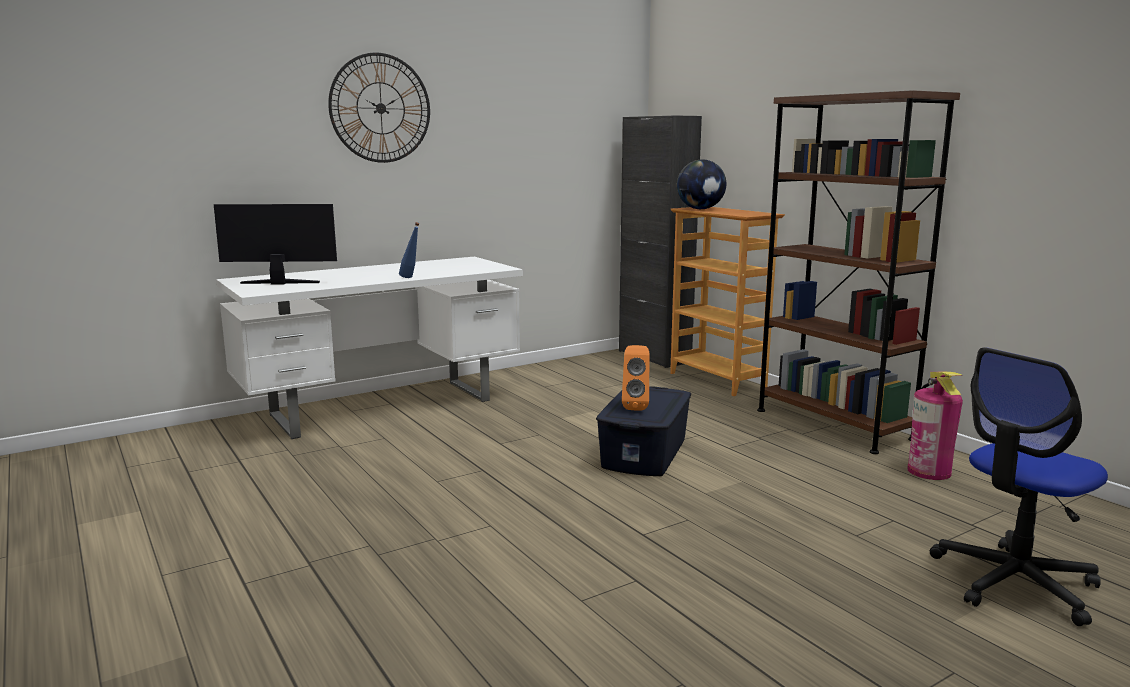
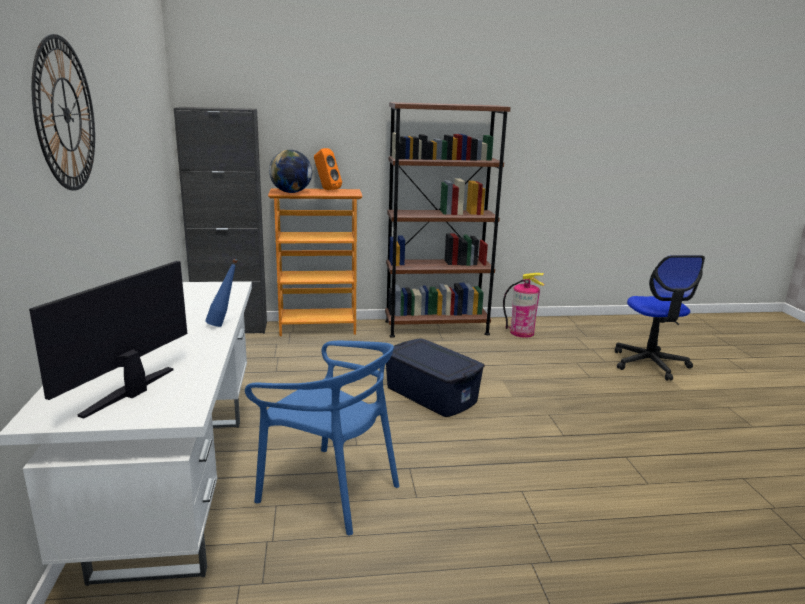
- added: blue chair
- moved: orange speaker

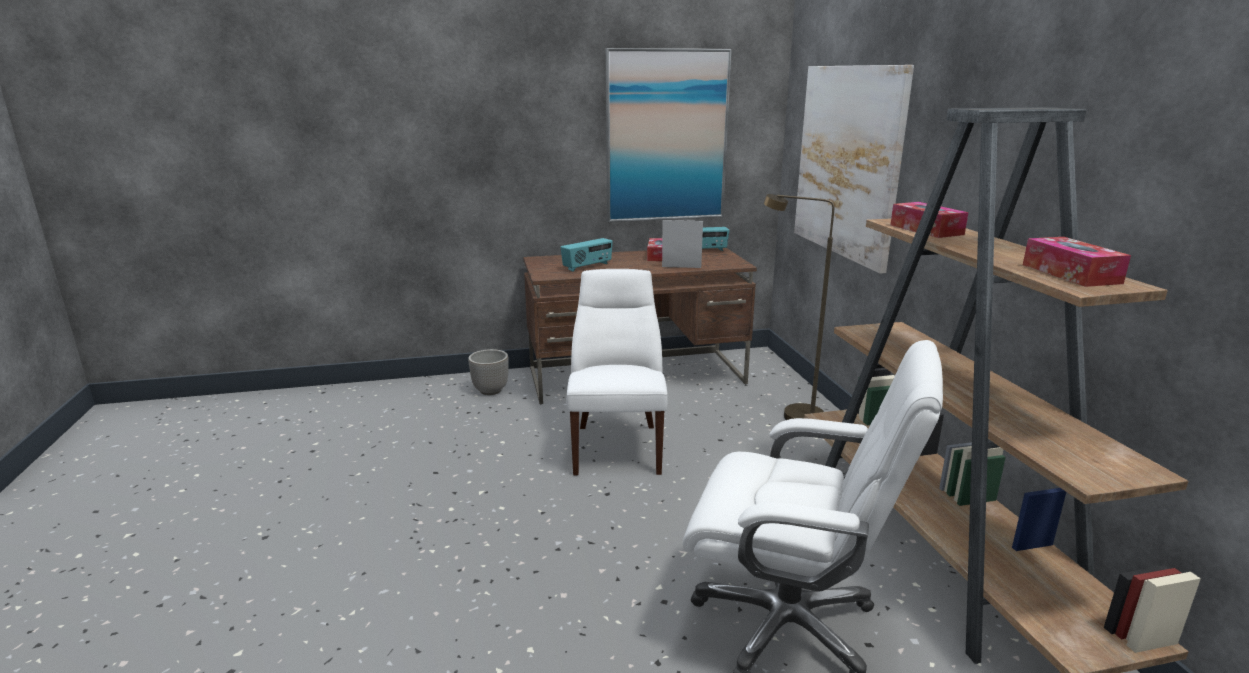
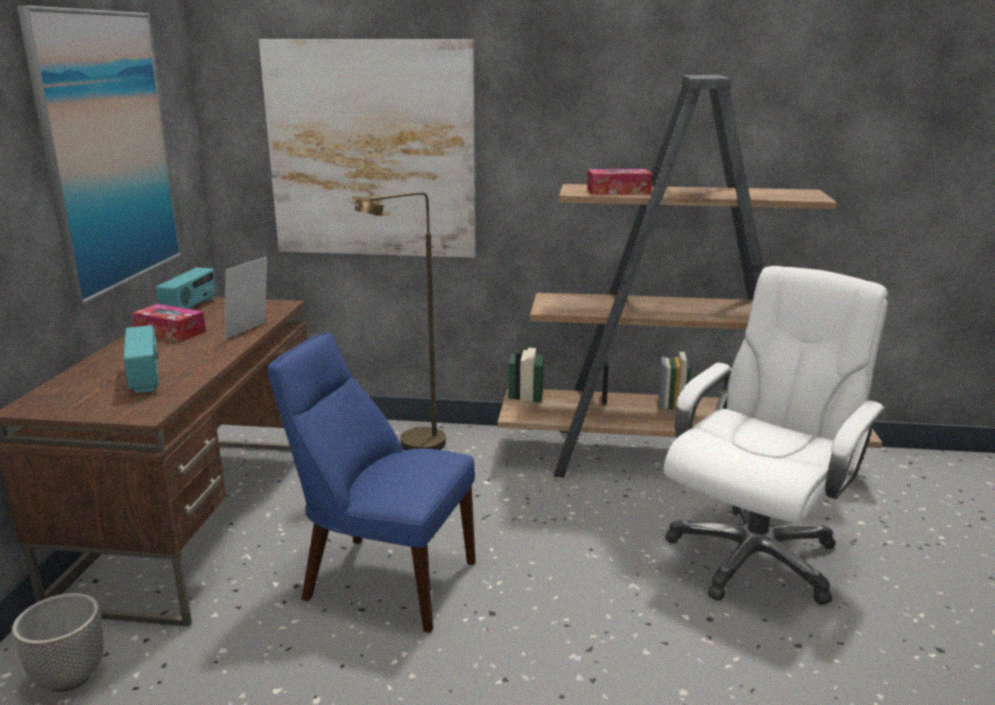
- removed: tissue box (3rd from left)
- recoloured: white chair to blue chair

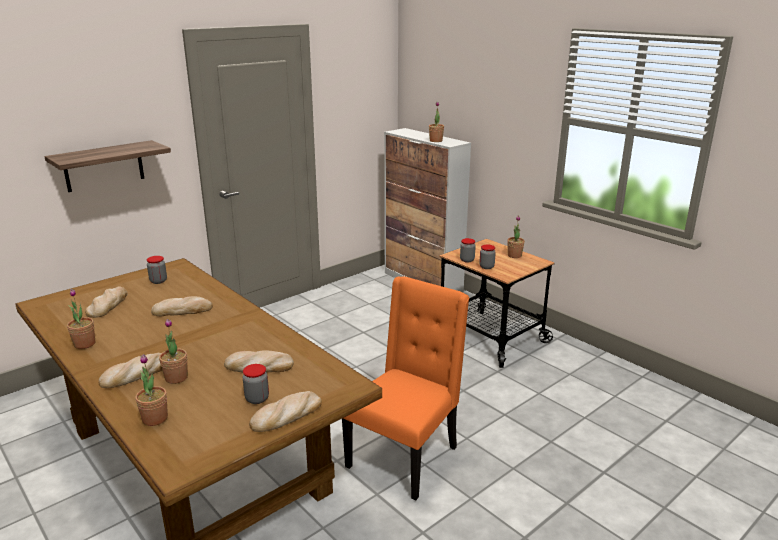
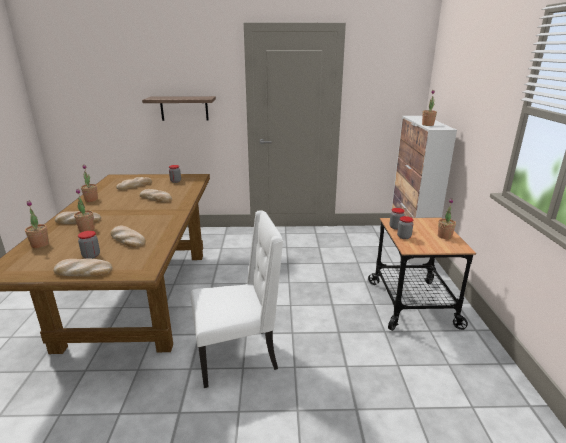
- recoloured: orange chair to white chair

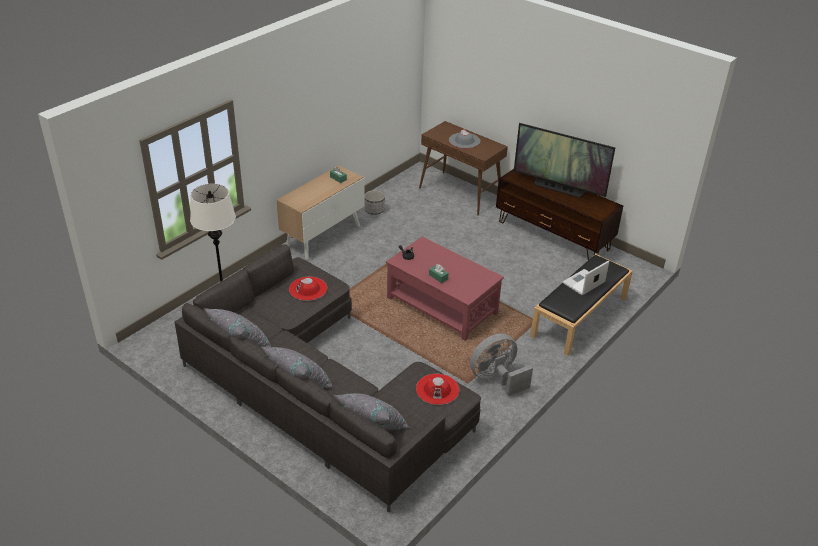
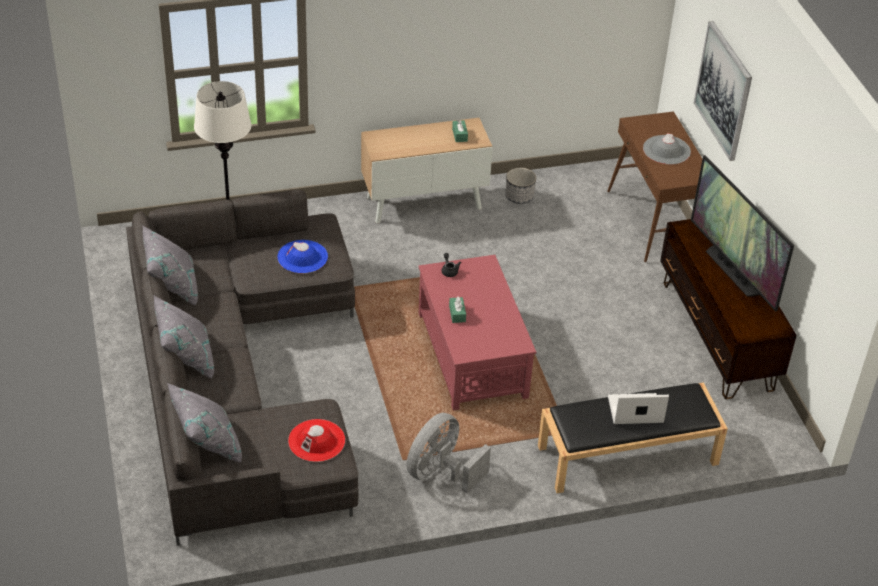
- added: picture
- recoloured: red hat (1st from left) to blue hat
- turned: grey fan 60 degrees counterclockwise

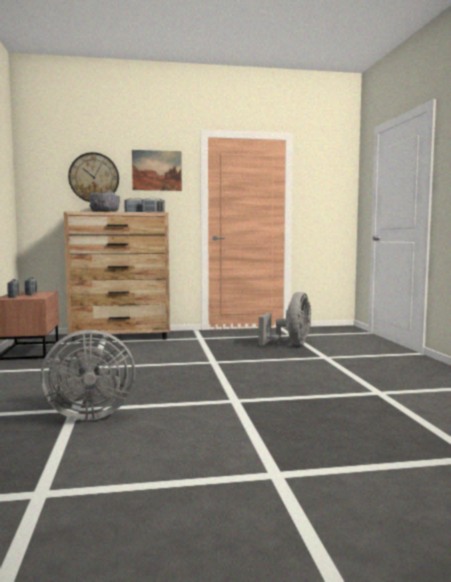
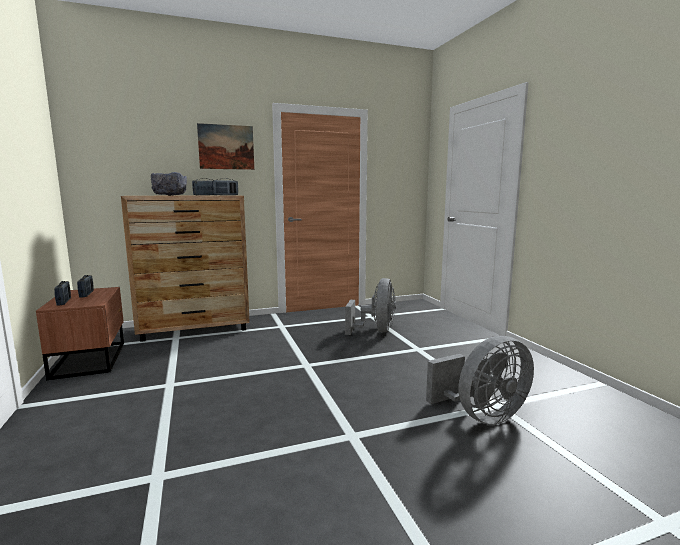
- removed: wall clock
- moved: grey fan (1st from left in the first image) to grey fan (2nd from left)

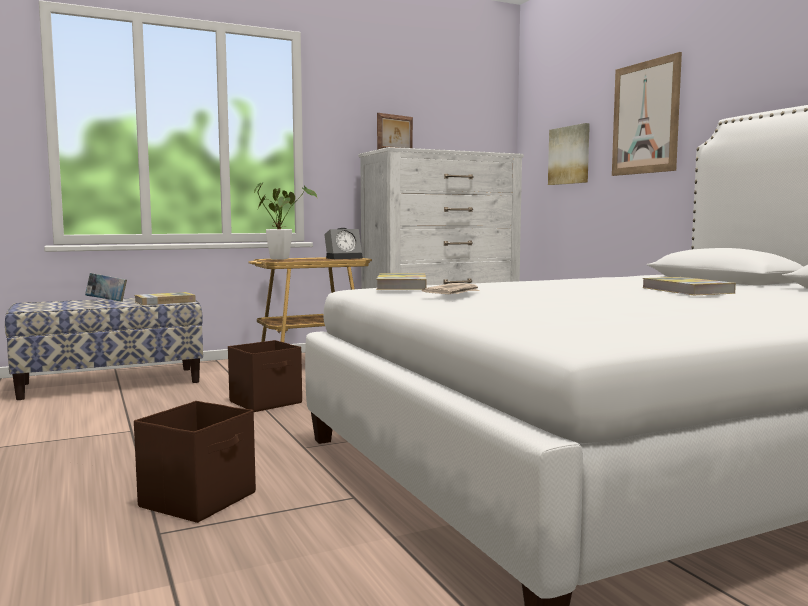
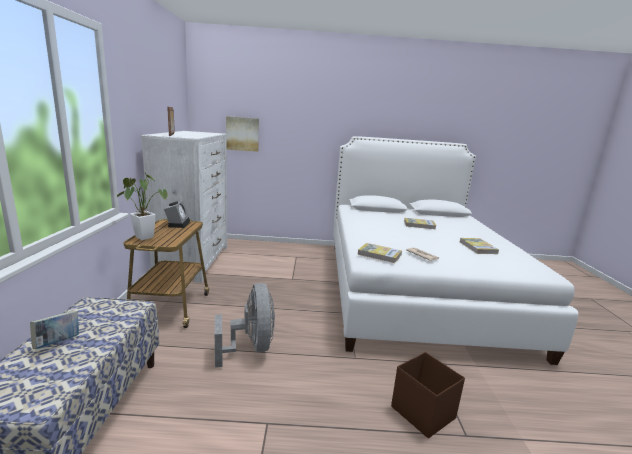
- removed: picture (2nd from left)
- moved: book (2nd from left in the first image) to book (4th from left)
- replaced: brown storage box (2nd from left) to grey fan

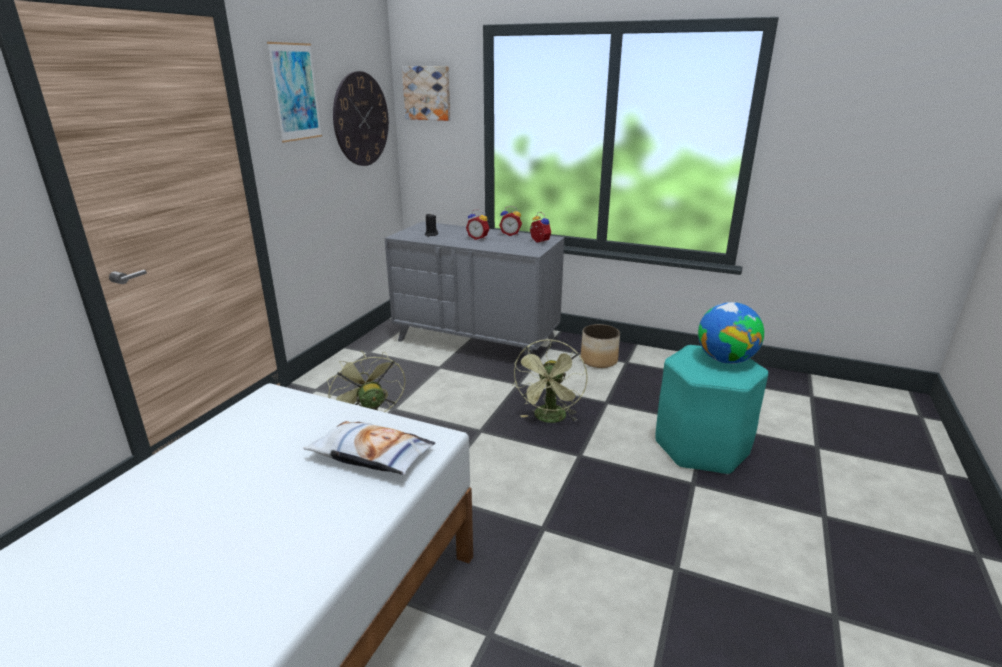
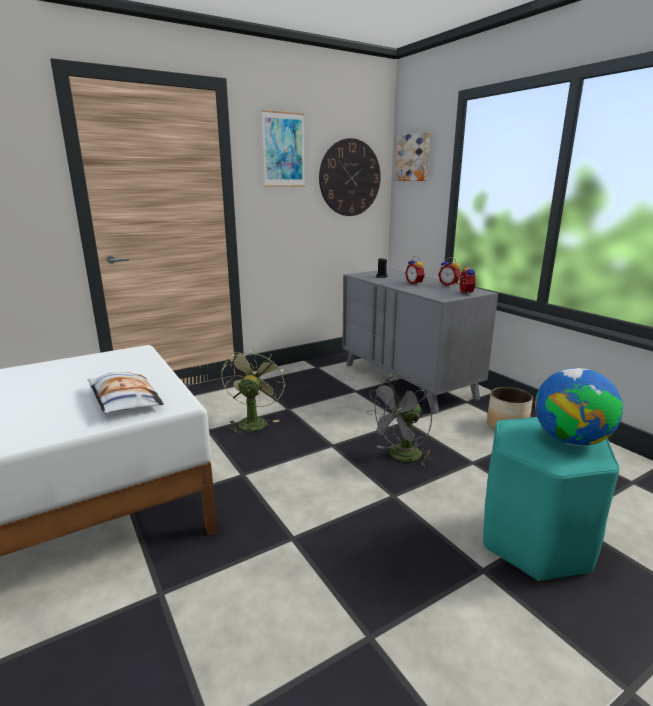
- recoloured: green fan (2nd from left) to grey fan

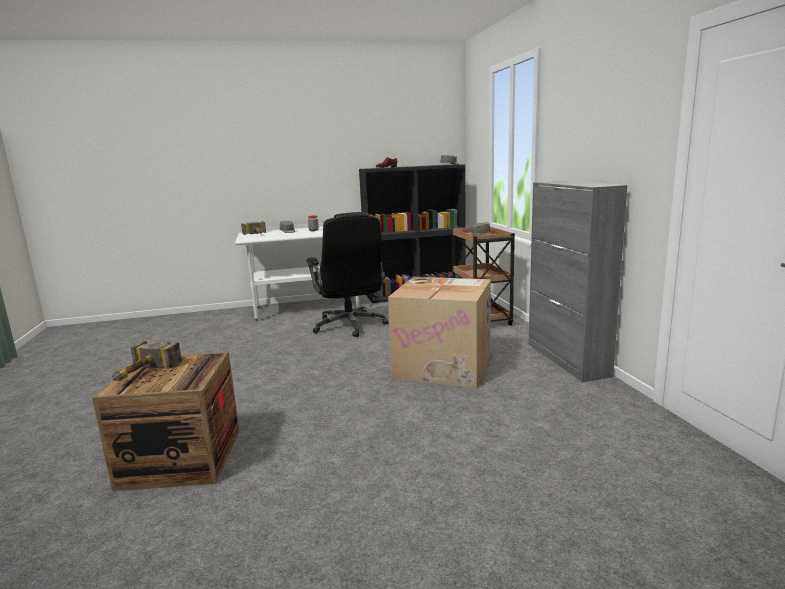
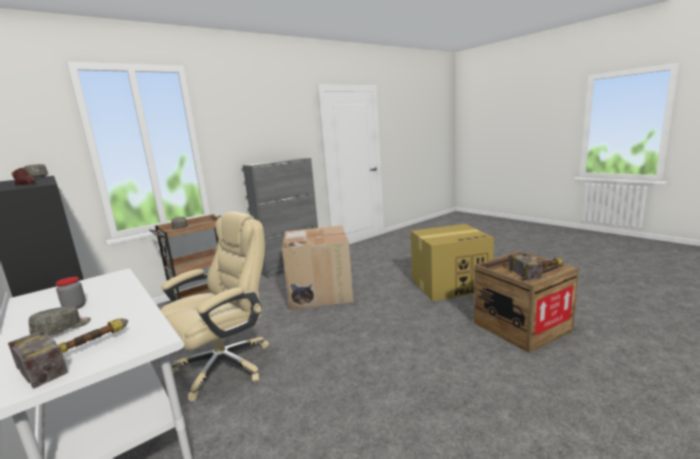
- added: cardboard box (2nd from left)
- recoloured: black office chair to beige office chair

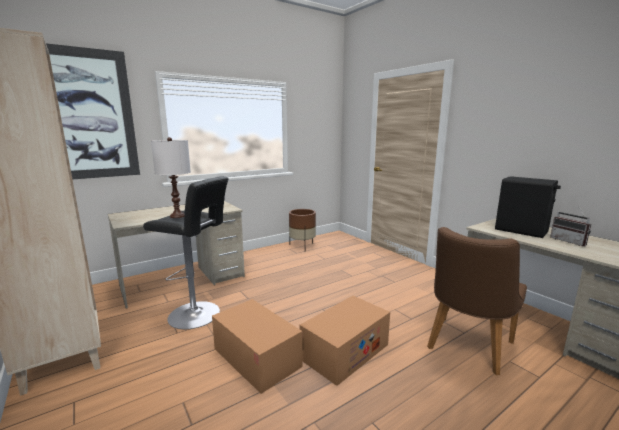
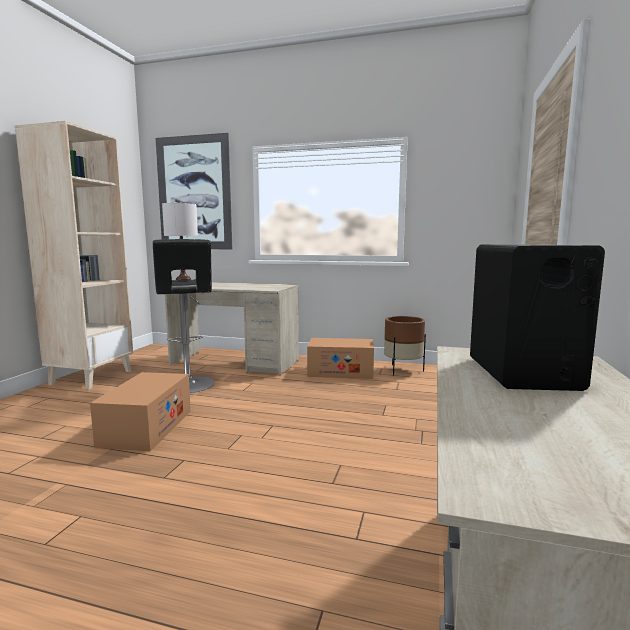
- removed: brown chair
- removed: radio
- moved: cardboard box (2nd from left)

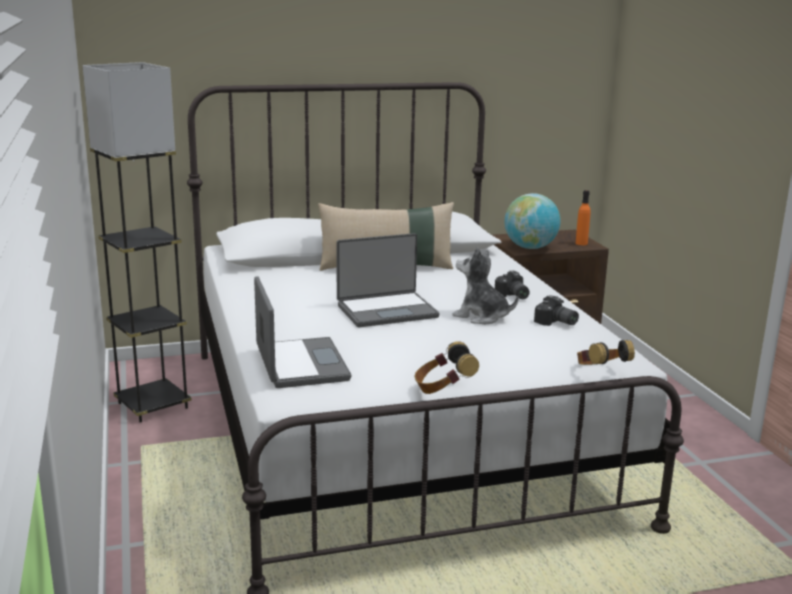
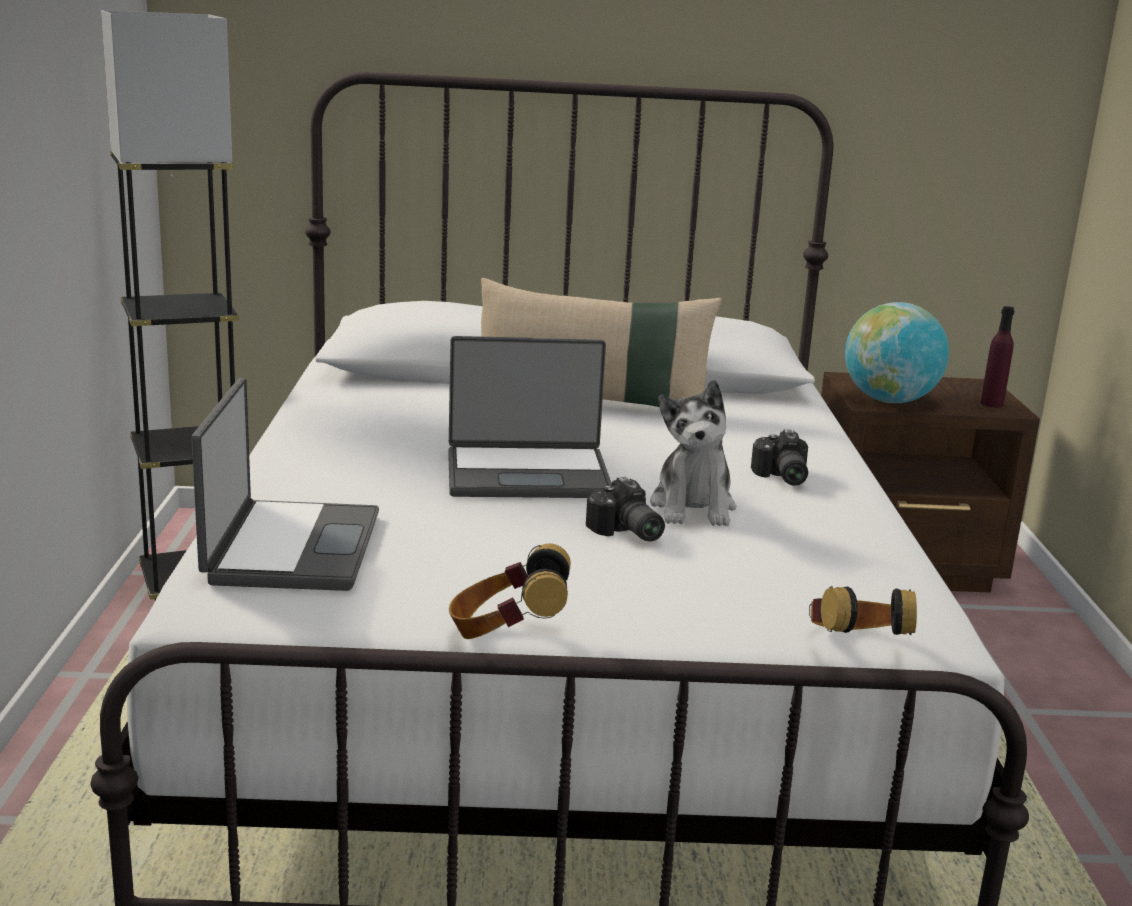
- moved: photo camera (2nd from left in the first image) to photo camera (1st from left)
- recoloured: orange bottle to purple bottle
- turned: plush toy 135 degrees counterclockwise

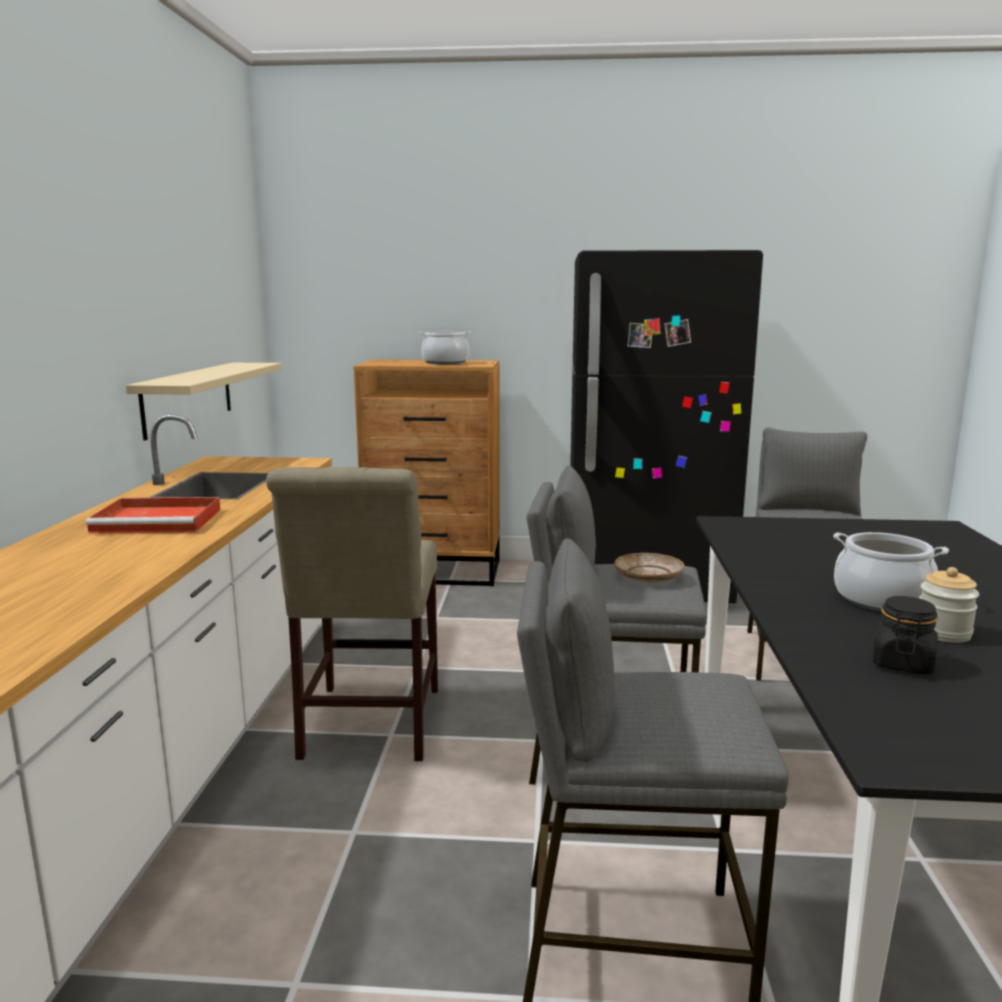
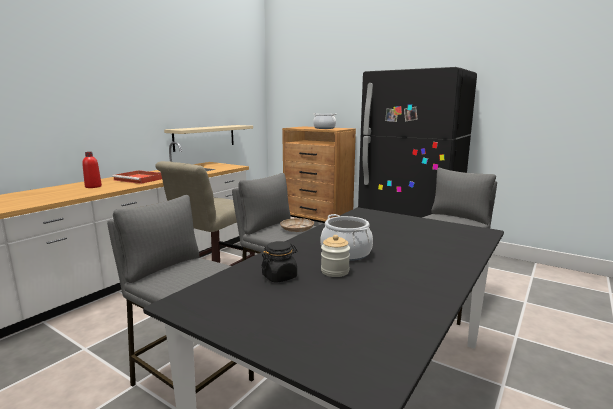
- added: red bottle

